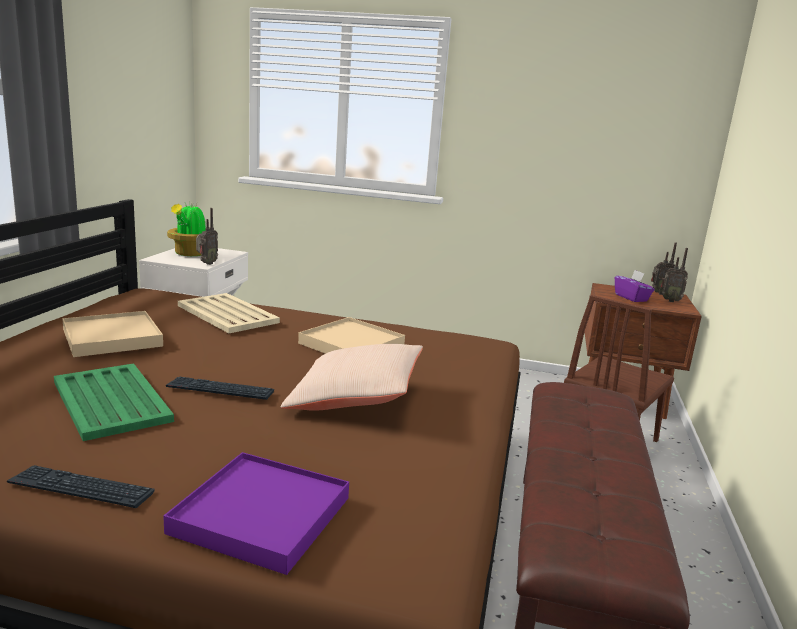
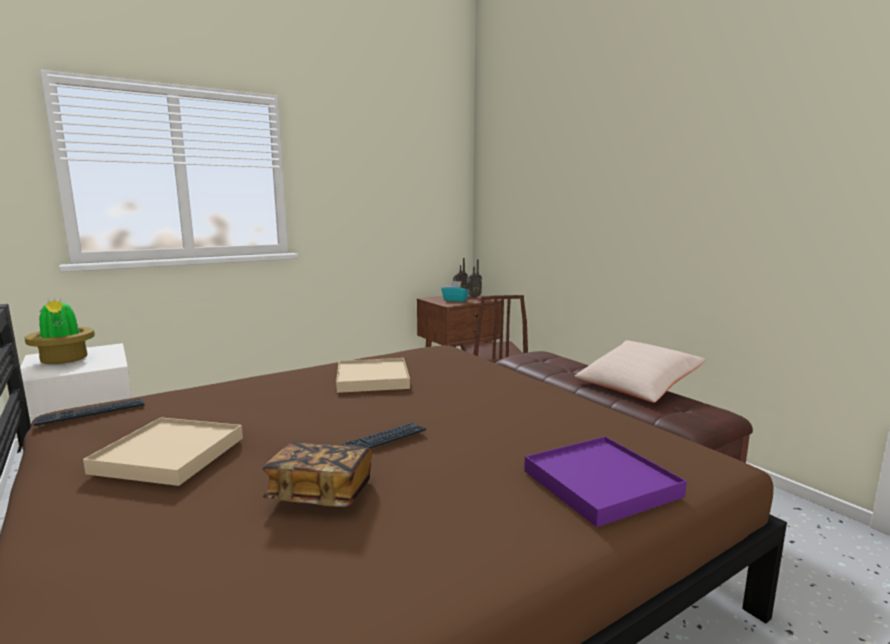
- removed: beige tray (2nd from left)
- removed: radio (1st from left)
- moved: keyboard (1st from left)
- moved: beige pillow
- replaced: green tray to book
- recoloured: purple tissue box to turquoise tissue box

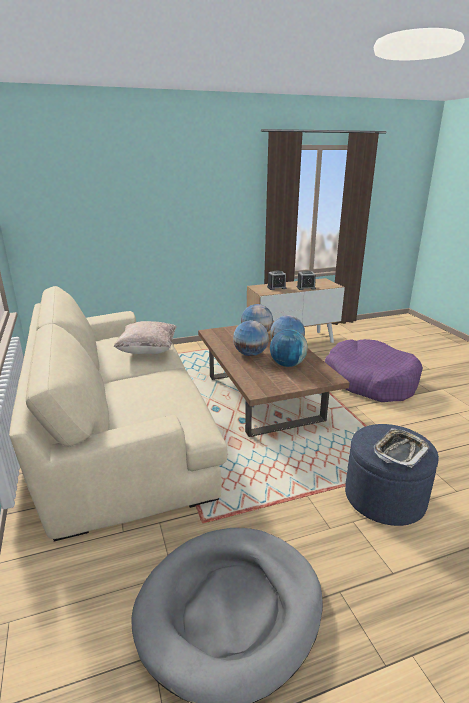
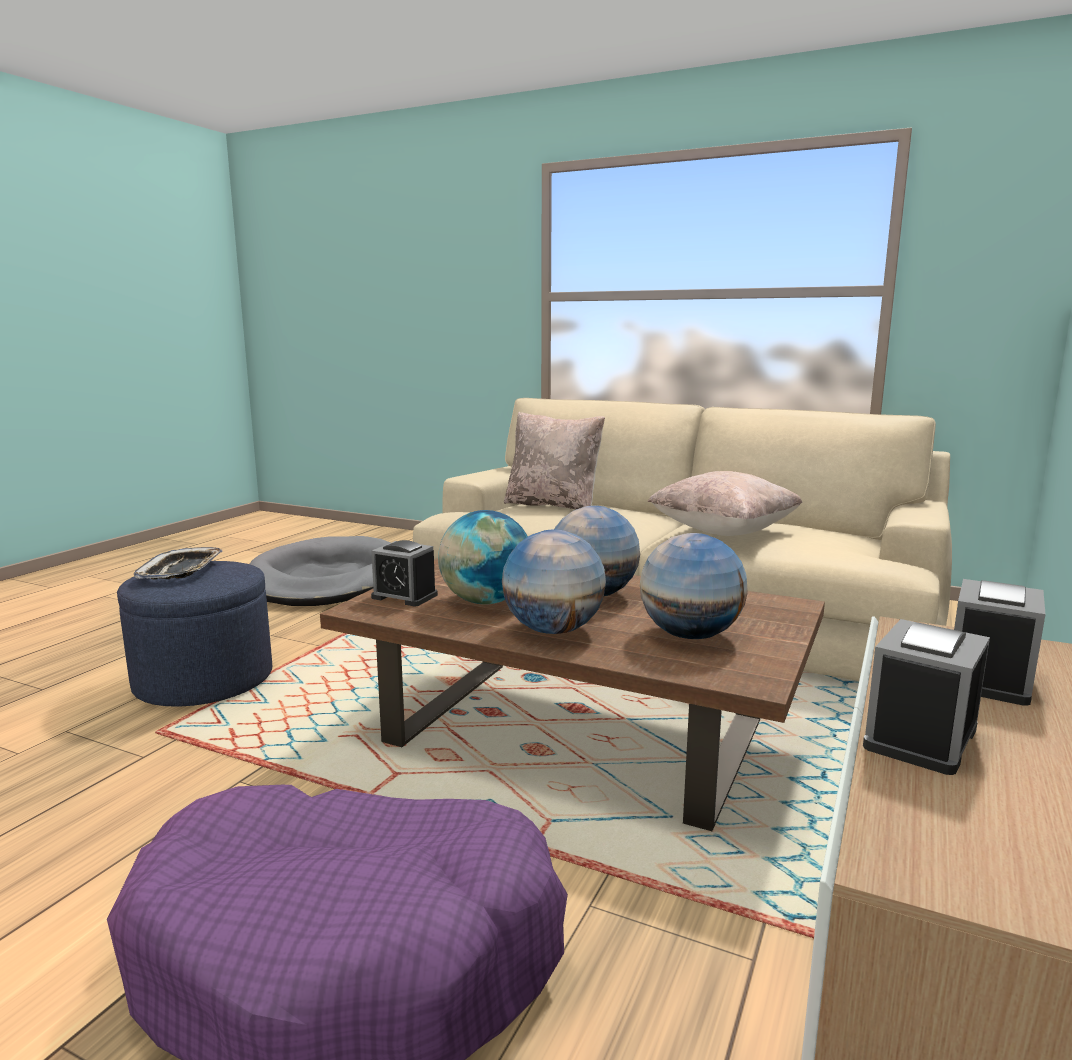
- added: alarm clock (1st from left)
- added: beige pillow (1st from left)

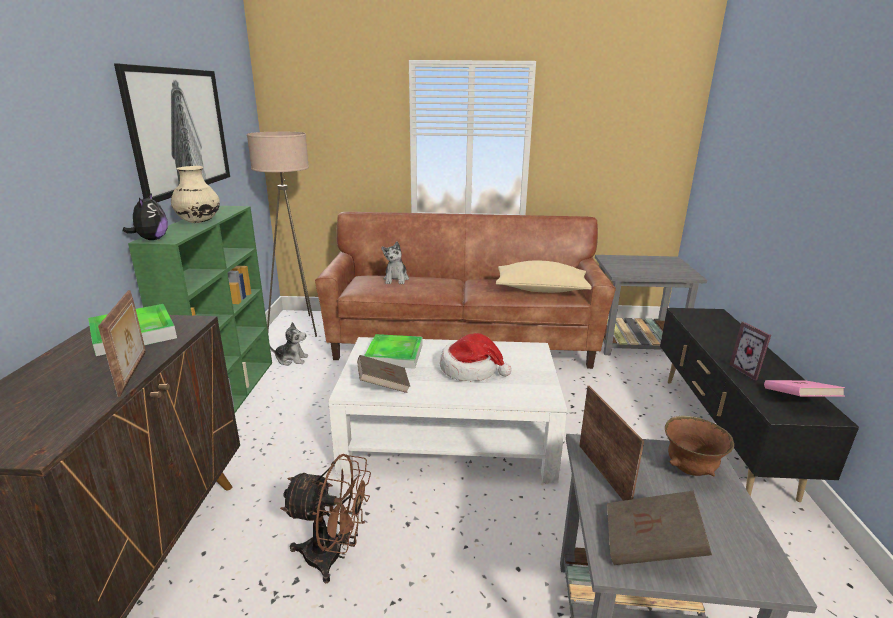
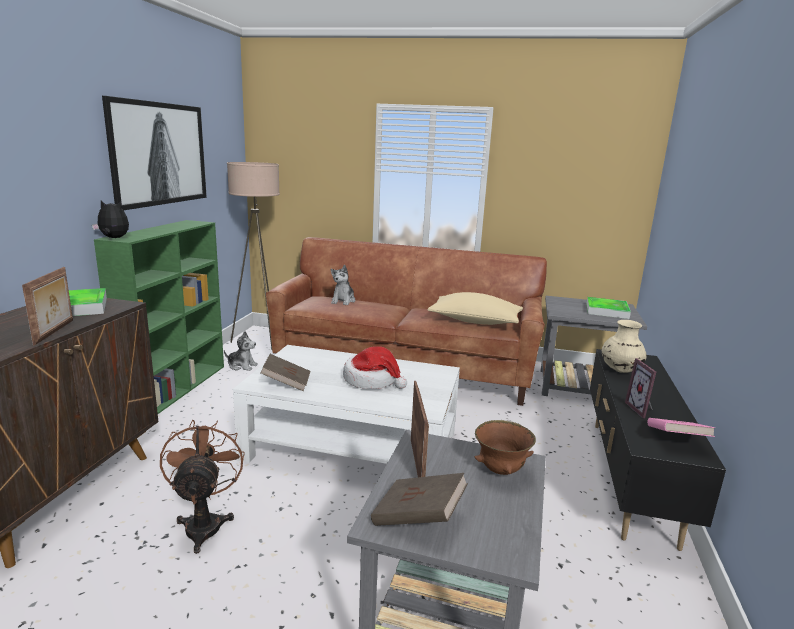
- moved: beige vase
- moved: tray (2nd from left)
- turned: plush toy (1st from left) 90 degrees counterclockwise
- turned: brown fan 120 degrees counterclockwise

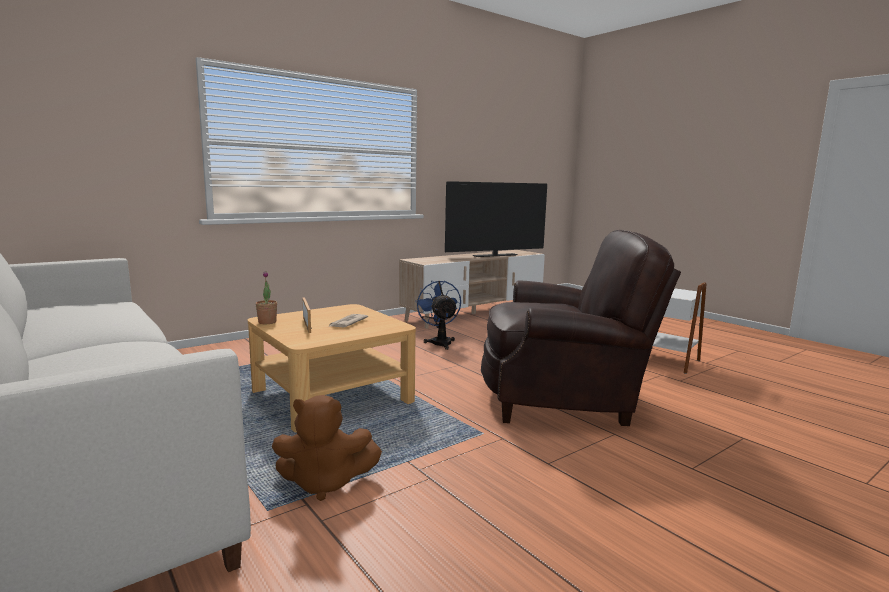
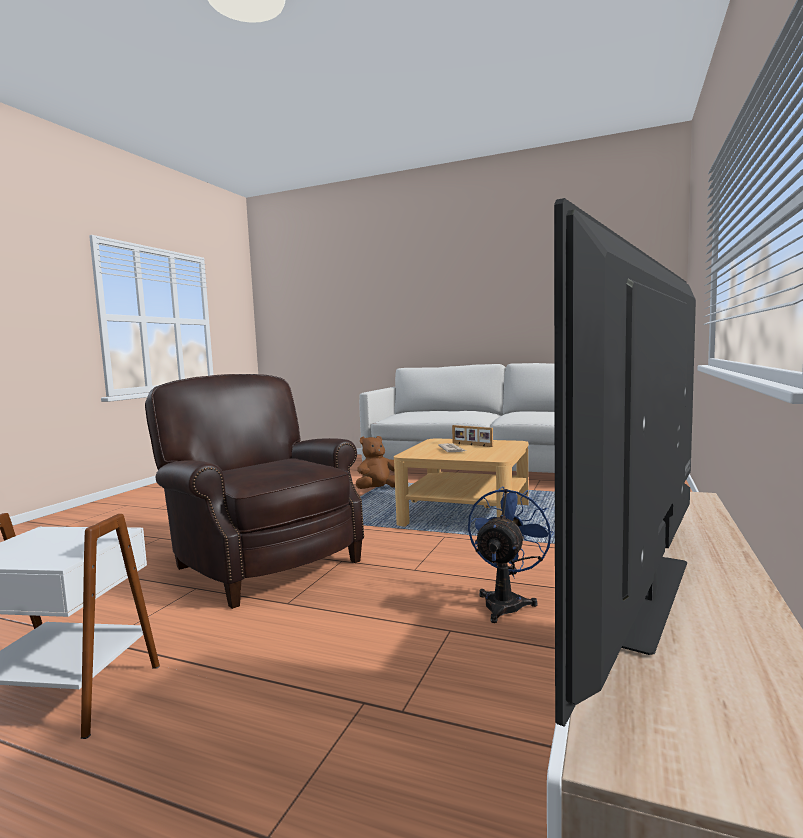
- removed: potted plant
- turned: blue fan 105 degrees counterclockwise
- turned: brown armchair 75 degrees clockwise

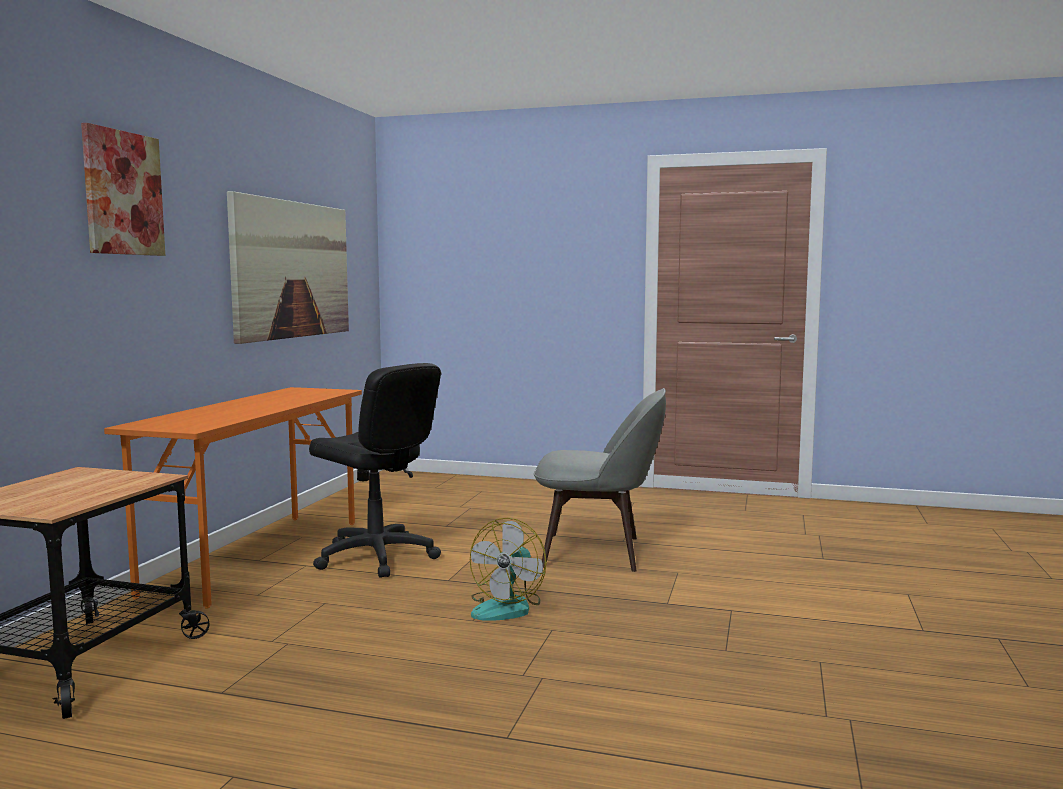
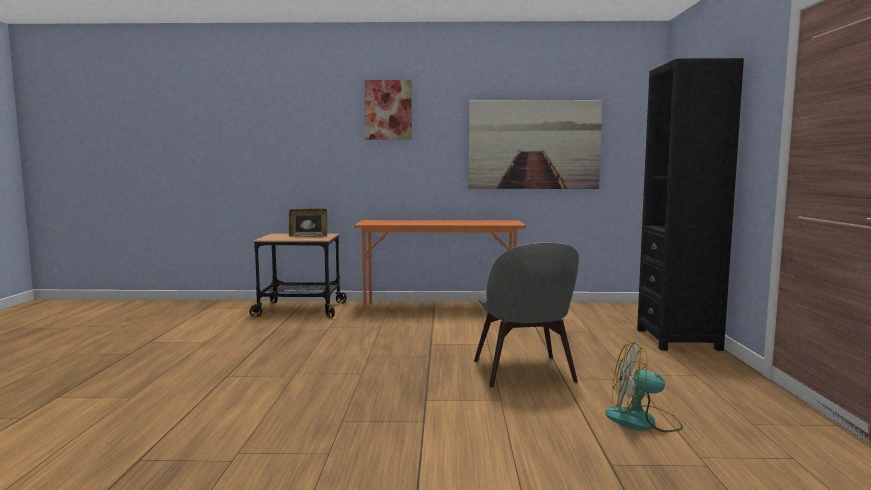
- removed: black office chair
- added: picture frame
- added: black bookcase
- moved: fan

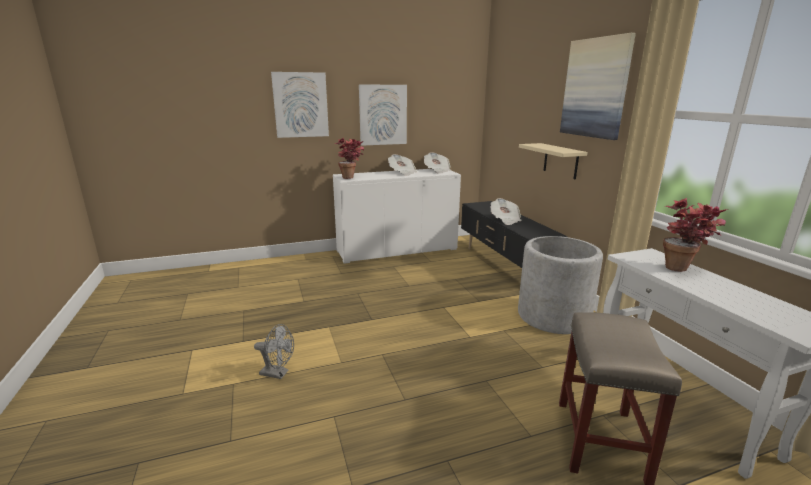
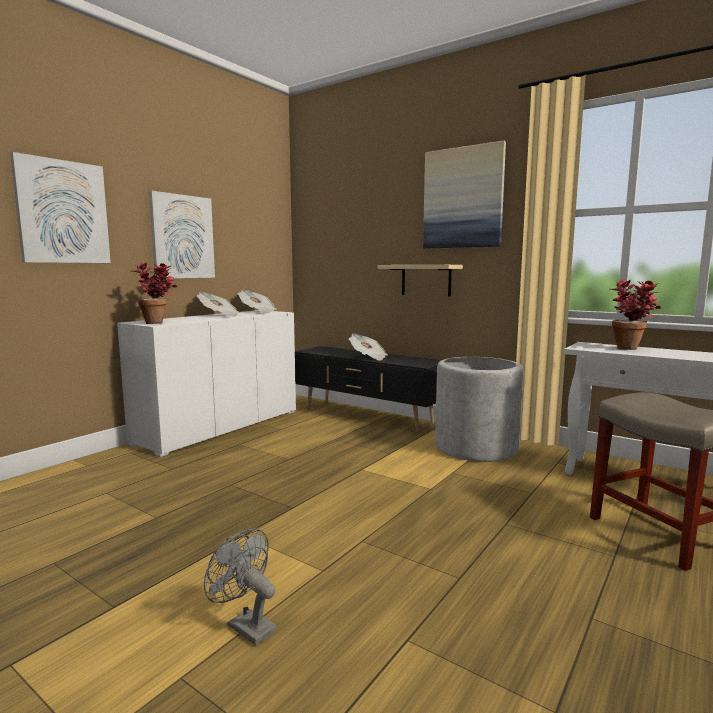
- turned: grey fan 120 degrees counterclockwise

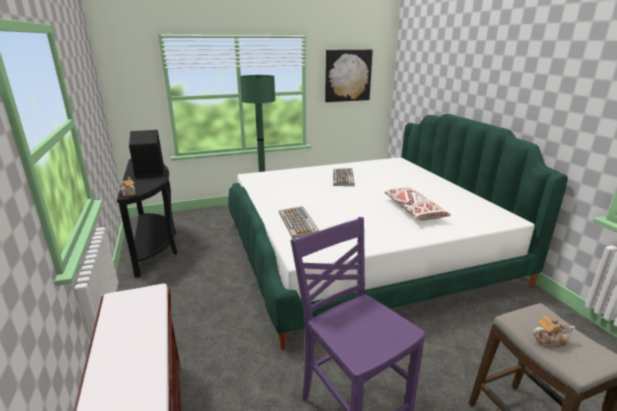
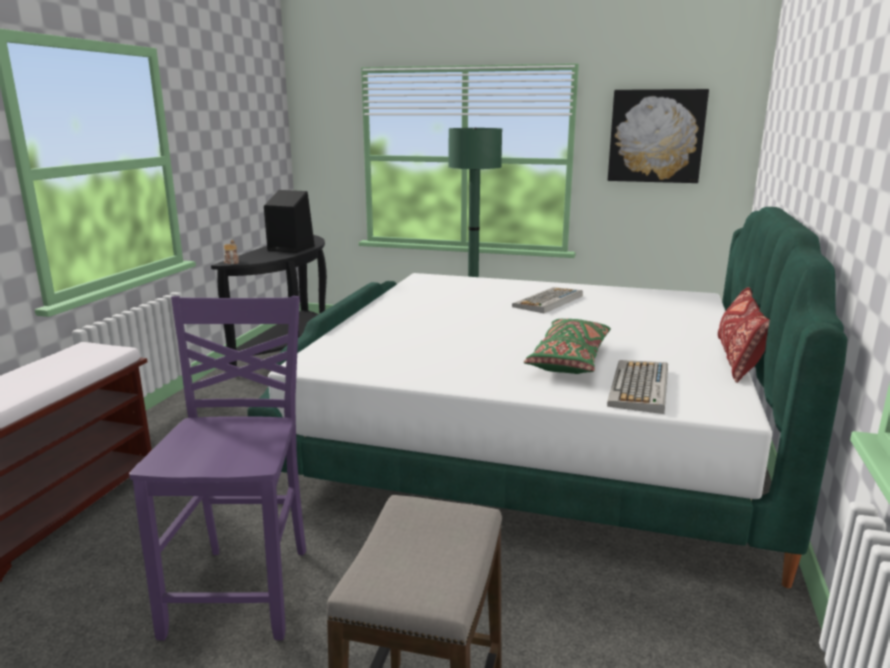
- removed: teapot (2nd from left)
- added: red pillow
- moved: keyboard (1st from left in the first image) to keyboard (2nd from left)
- recoloured: white pillow to green pillow

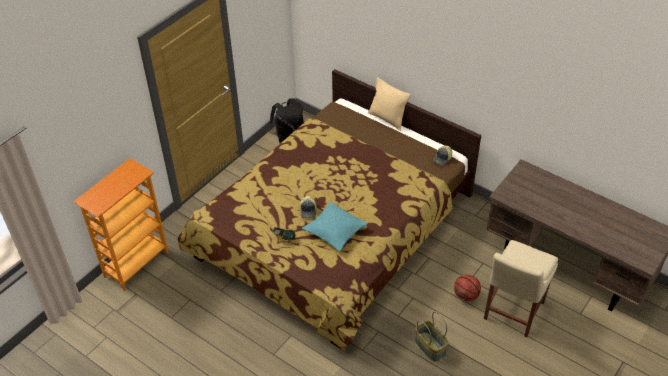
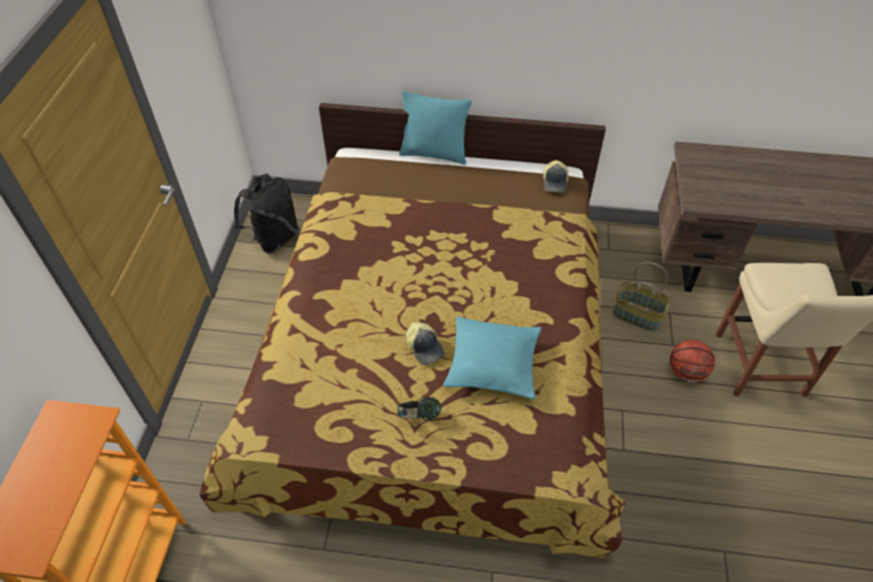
- moved: basket
- recoloured: beige pillow to turquoise pillow (1st from left)

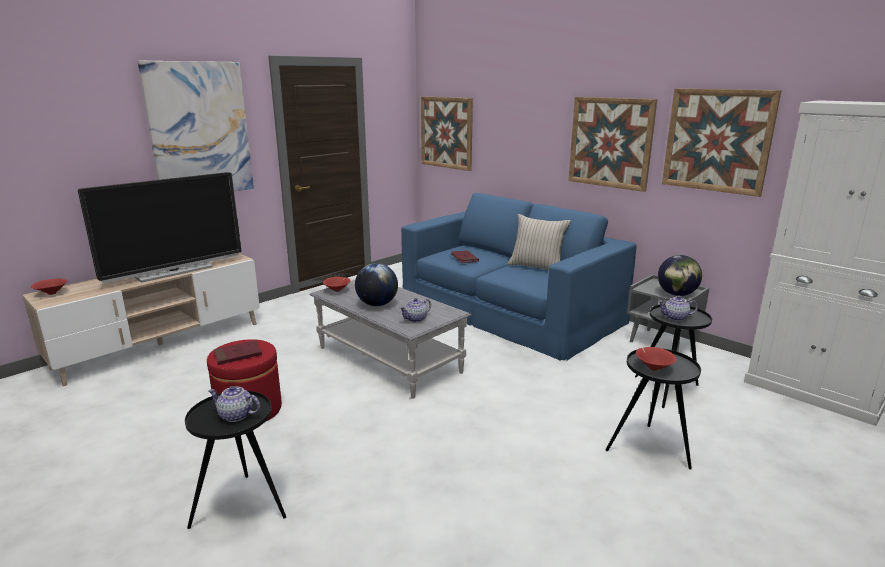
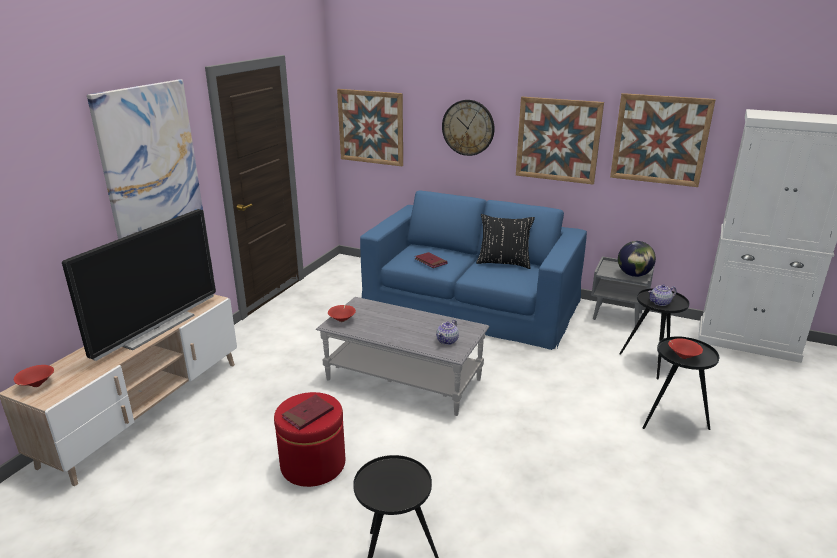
- removed: teapot (1st from left)
- removed: globe (1st from left)
- added: wall clock
- recoloured: beige pillow to black pillow

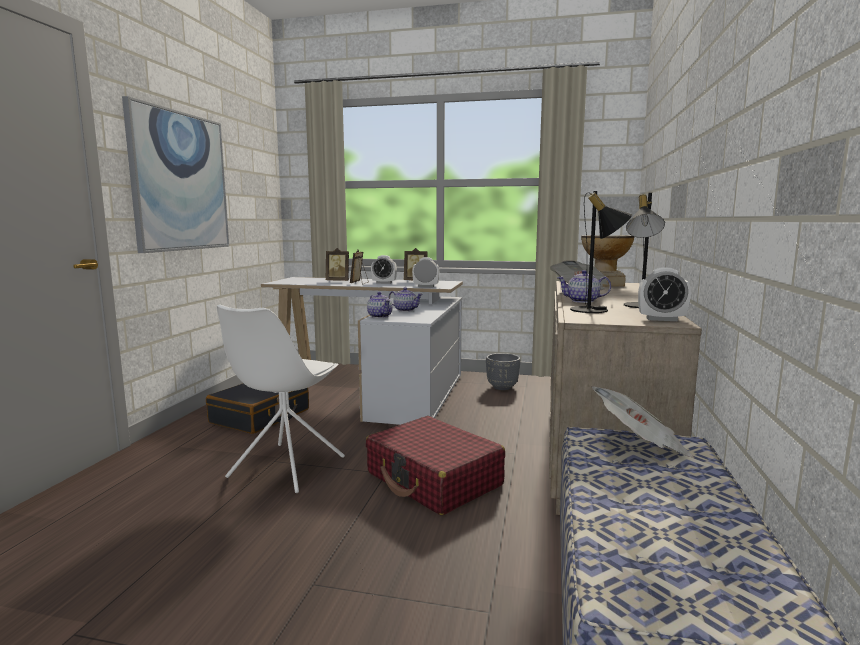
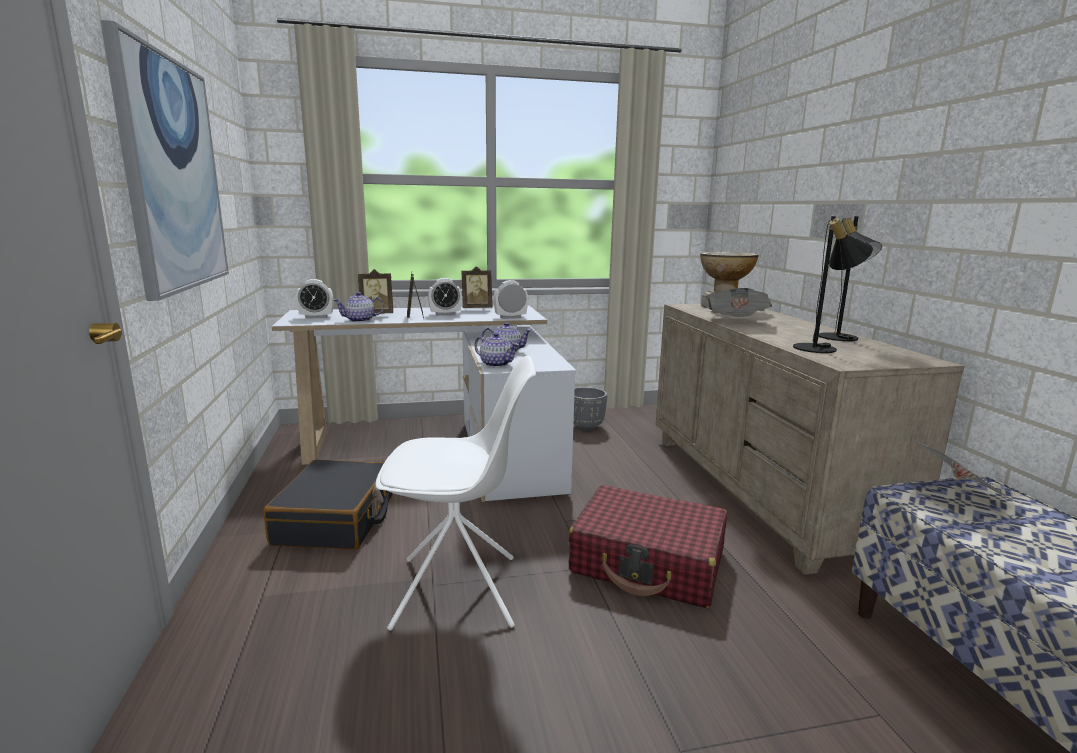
- moved: teapot (3rd from left in the first image) to teapot (1st from left)
- moved: alarm clock (3rd from left in the first image) to alarm clock (1st from left)
- turned: white chair 90 degrees counterclockwise

